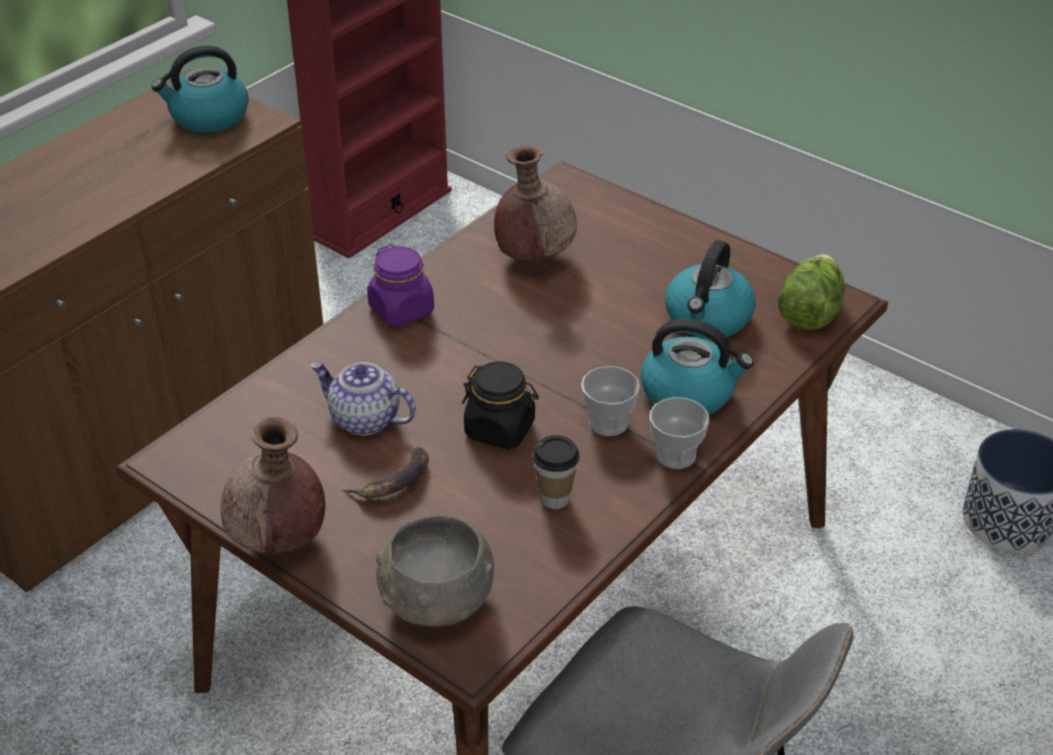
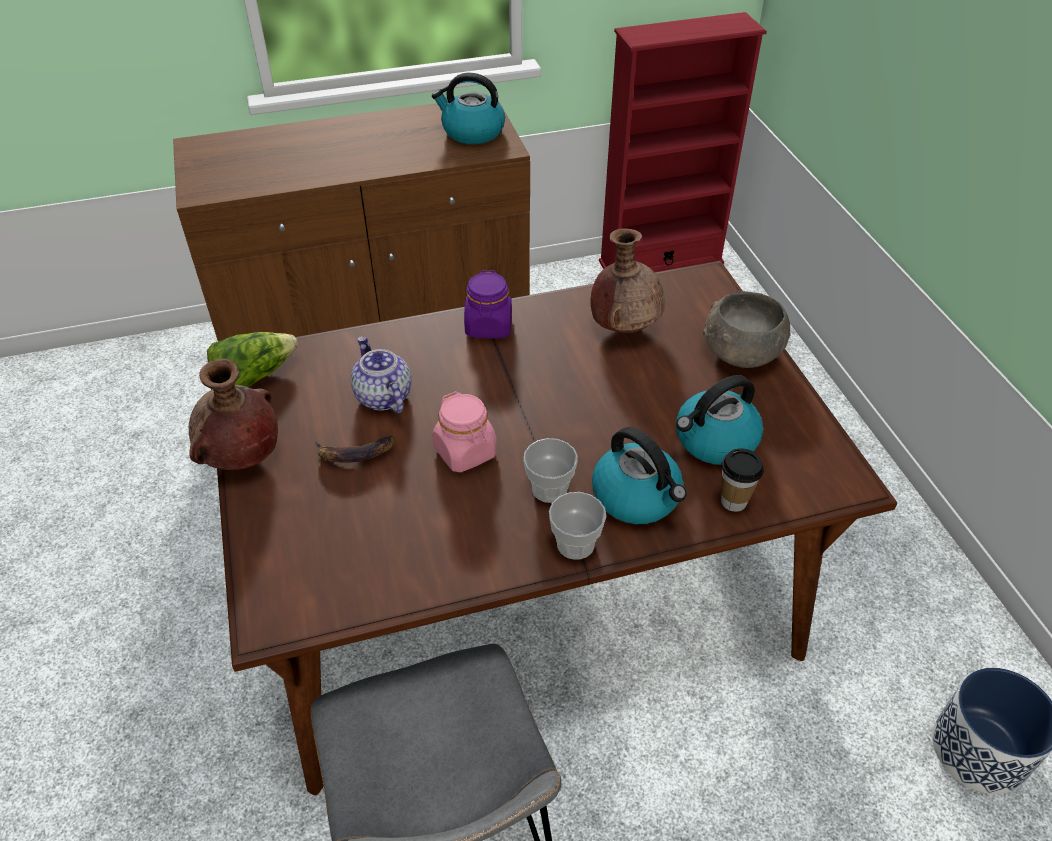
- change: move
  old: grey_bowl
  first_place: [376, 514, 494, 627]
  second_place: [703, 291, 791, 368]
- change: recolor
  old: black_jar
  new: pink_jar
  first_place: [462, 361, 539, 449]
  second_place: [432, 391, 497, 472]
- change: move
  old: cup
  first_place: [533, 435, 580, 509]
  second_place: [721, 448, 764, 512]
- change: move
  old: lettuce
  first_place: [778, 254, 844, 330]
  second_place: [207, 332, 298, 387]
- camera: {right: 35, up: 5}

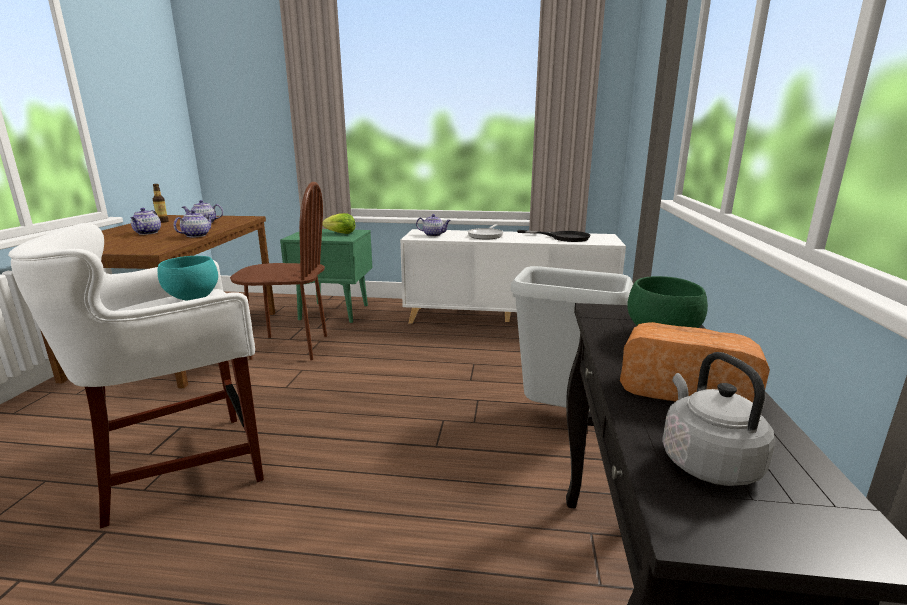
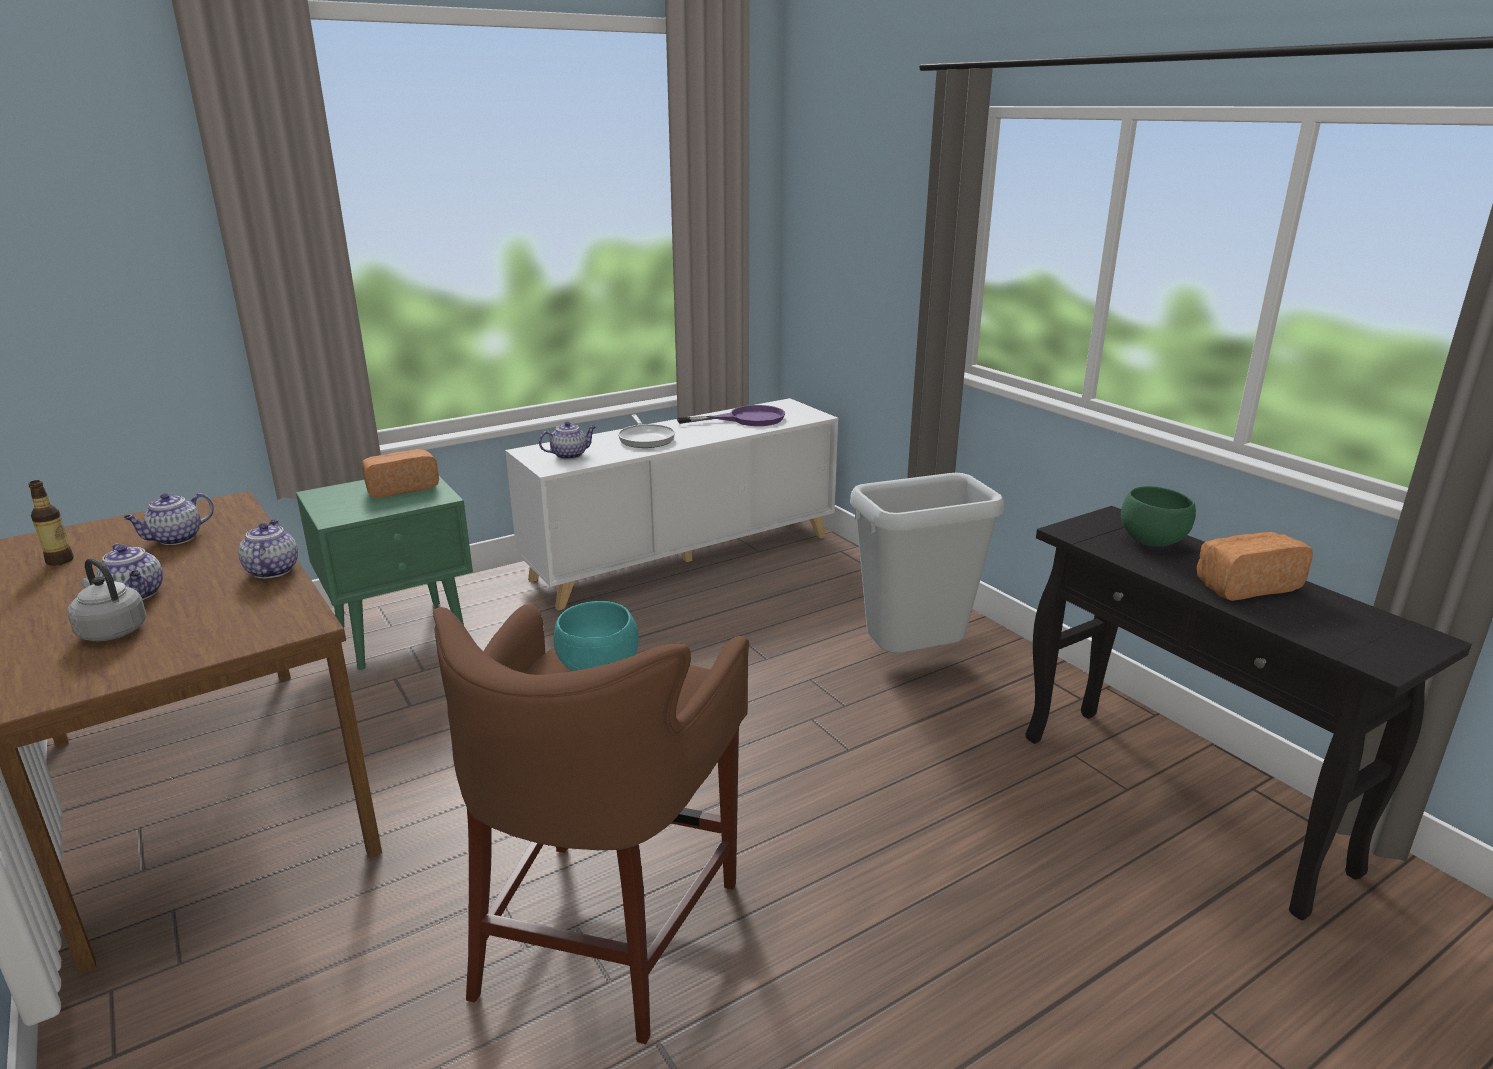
- change: recolor
  old: white_stool
  new: brown_stool
  first_place: [8, 223, 264, 529]
  second_place: [433, 604, 749, 1044]
- change: delete
  old: brown_chair
  first_place: [230, 182, 327, 360]
- change: replace
  old: lettuce
  new: bread
  first_place: [322, 213, 356, 234]
  second_place: [362, 449, 439, 498]
- change: recolor
  old: black_frying_pan
  new: purple_frying_pan
  first_place: [517, 230, 590, 242]
  second_place: [677, 405, 785, 426]
- change: move
  old: grey_kettle
  first_place: [662, 352, 775, 486]
  second_place: [67, 558, 146, 641]
- camera: {right: -40, up: 5}

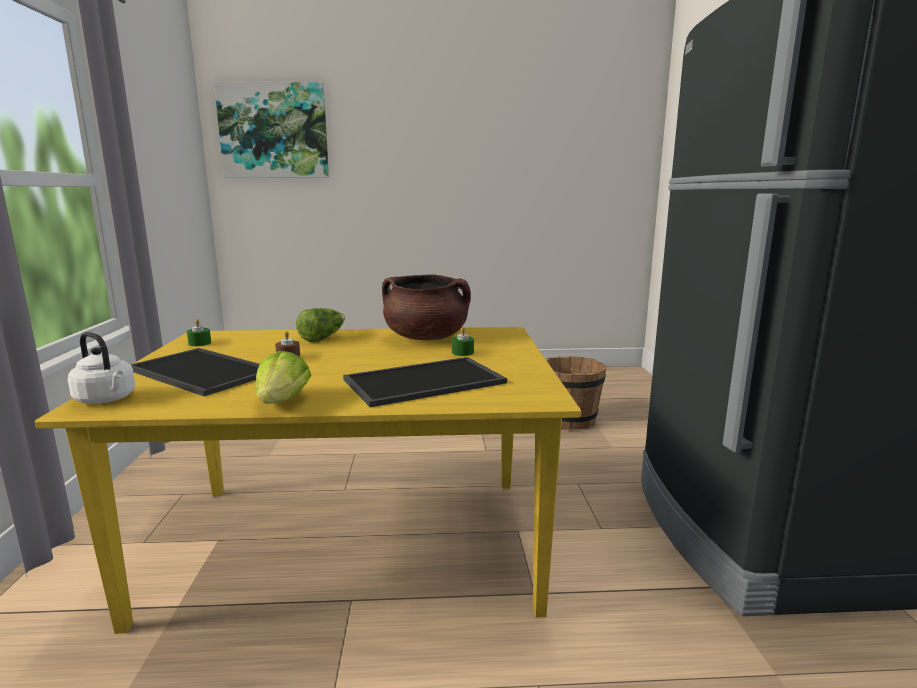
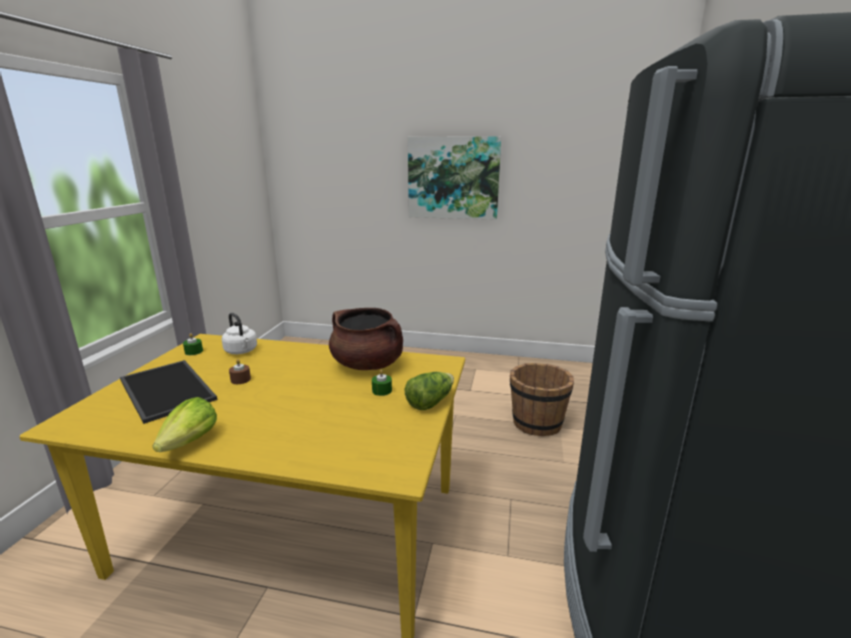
- change: move
  old: white_kettle
  first_place: [68, 332, 136, 404]
  second_place: [222, 313, 257, 354]
- change: move
  old: picture
  first_place: [214, 81, 329, 178]
  second_place: [408, 136, 501, 220]
- change: move
  old: lettuce
  first_place: [296, 308, 345, 342]
  second_place: [405, 372, 454, 410]
- change: delete
  old: tray
  first_place: [343, 357, 507, 407]
- camera: {right: 15, up: 5}

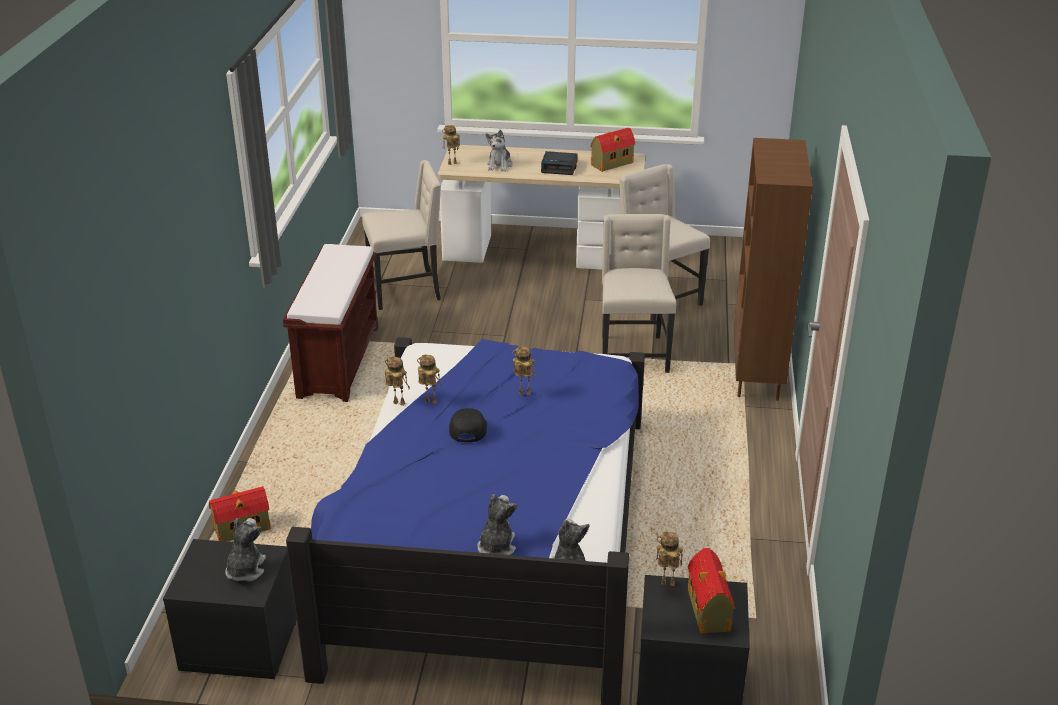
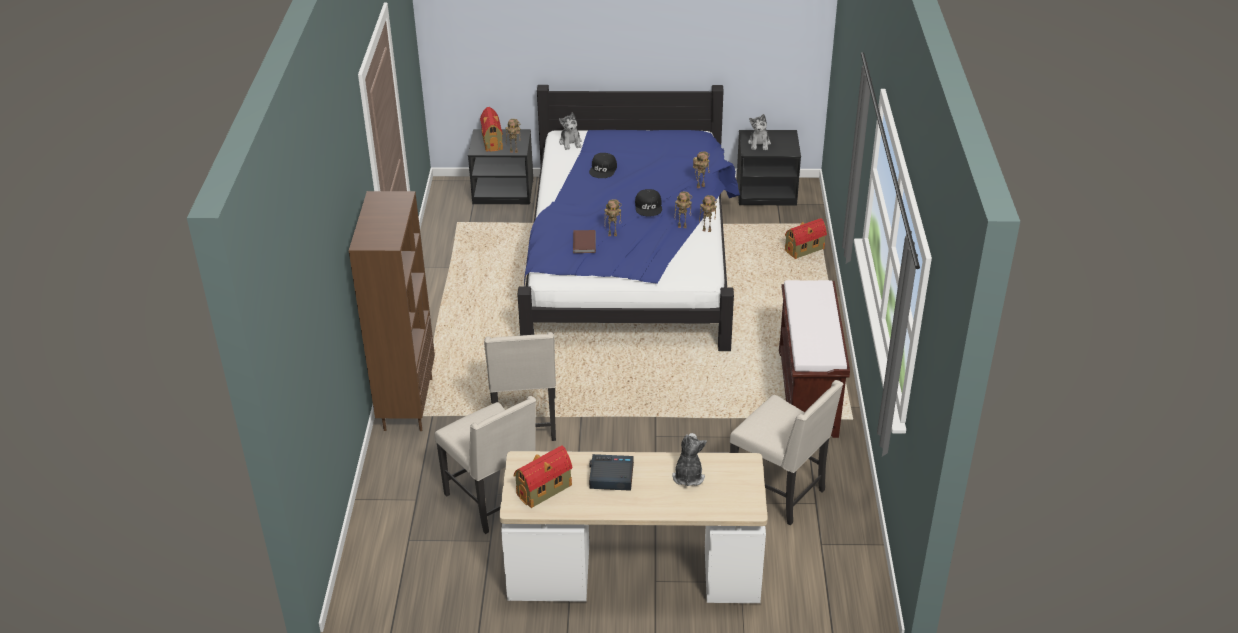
- change: rotate
  old: beige_chair
  first_place: [362, 160, 441, 310]
  second_place: [730, 380, 843, 526]
  degrees: -120
- change: move
  old: toy_robot
  first_place: [442, 125, 460, 165]
  second_place: [693, 151, 710, 188]
- change: delete
  old: plush_toy
  first_place: [477, 494, 517, 555]
- change: insert
  new: brown_book
  second_place: [573, 230, 596, 253]
- change: insert
  new: black_cap
  second_place: [589, 153, 617, 178]
- camera: {right: 175, up: 5}

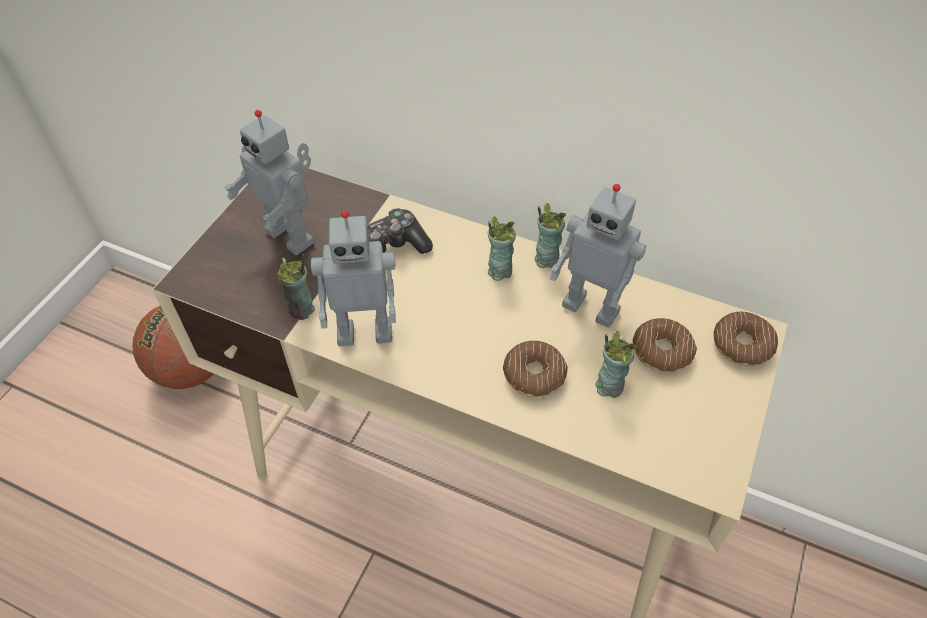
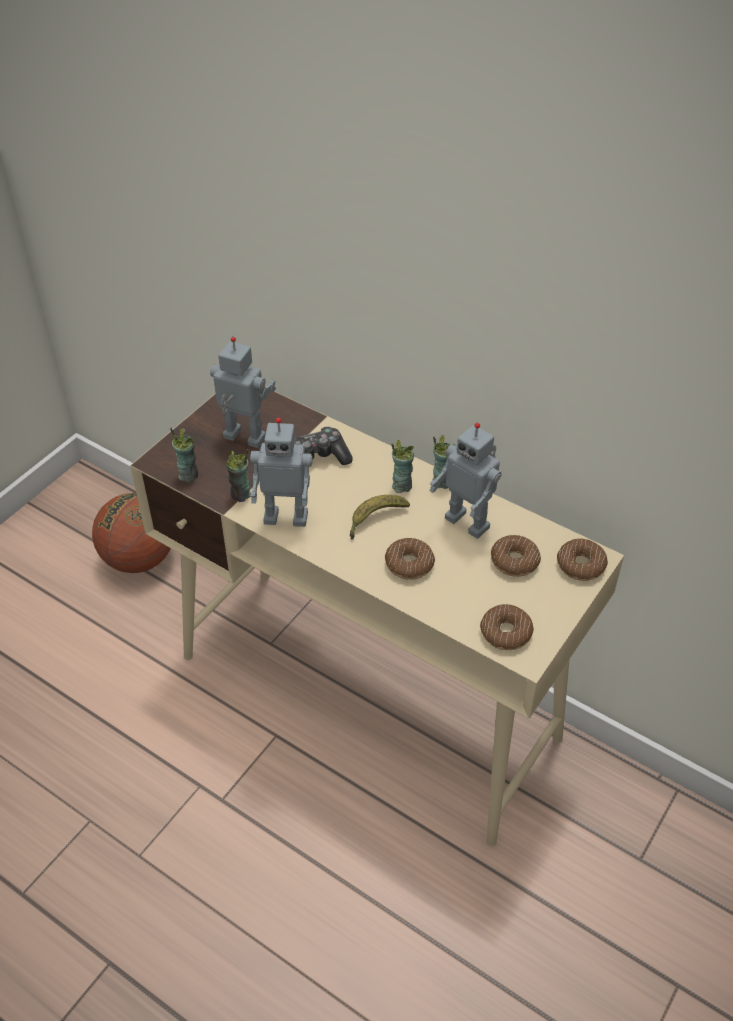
- change: rotate
  old: toy_robot
  first_place: [224, 110, 314, 255]
  second_place: [210, 337, 276, 448]
  degrees: 150
- change: move
  old: cup
  first_place: [595, 331, 637, 398]
  second_place: [170, 428, 198, 482]
- change: insert
  new: banana
  second_place: [350, 495, 410, 539]
- change: insert
  new: donut
  second_place: [480, 604, 534, 650]
- camera: {right: 10, up: -5}

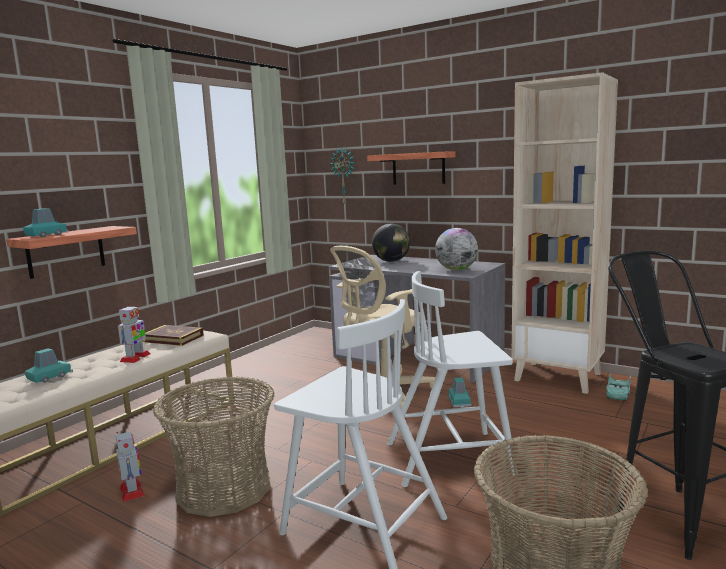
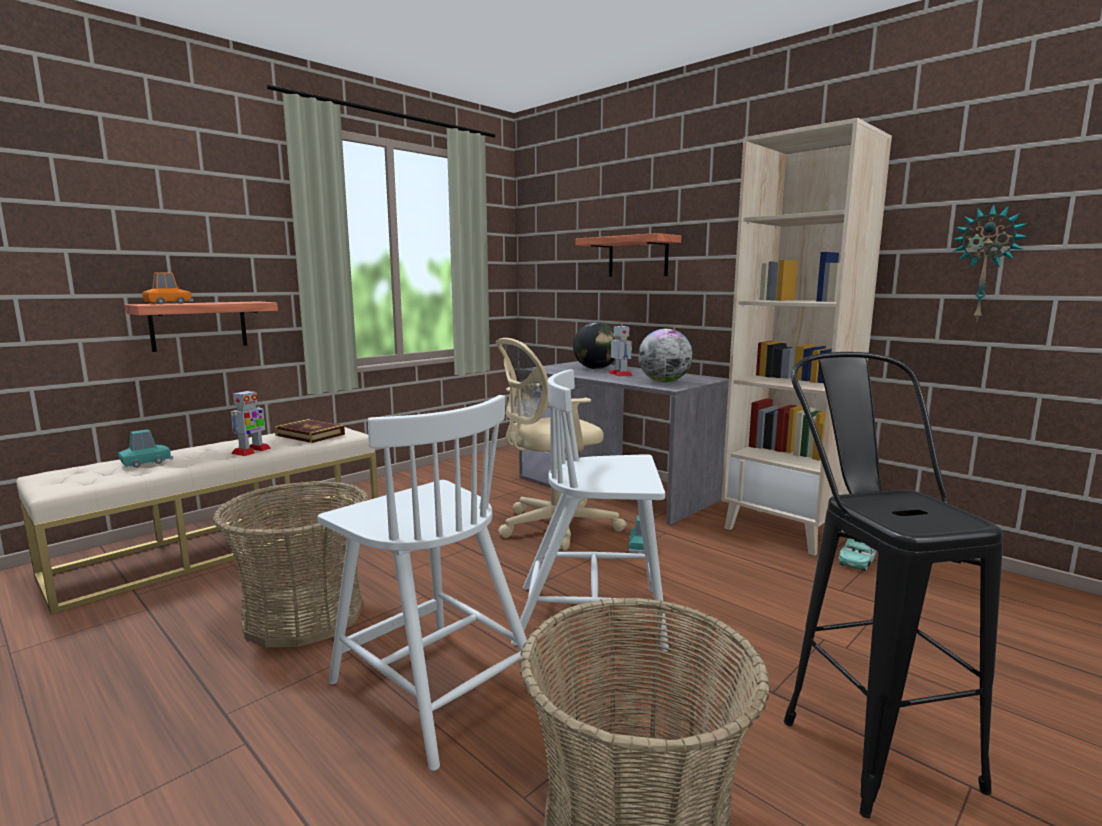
- change: recolor
  old: turquoise_toy_car
  new: orange_toy_car
  first_place: [23, 208, 68, 237]
  second_place: [142, 273, 193, 304]
- change: move
  old: toy_robot
  first_place: [116, 431, 144, 502]
  second_place: [609, 325, 633, 377]
- change: move
  old: wall_clock
  first_place: [331, 147, 355, 206]
  second_place: [952, 205, 1028, 322]
- camera: {right: 10, up: 0}

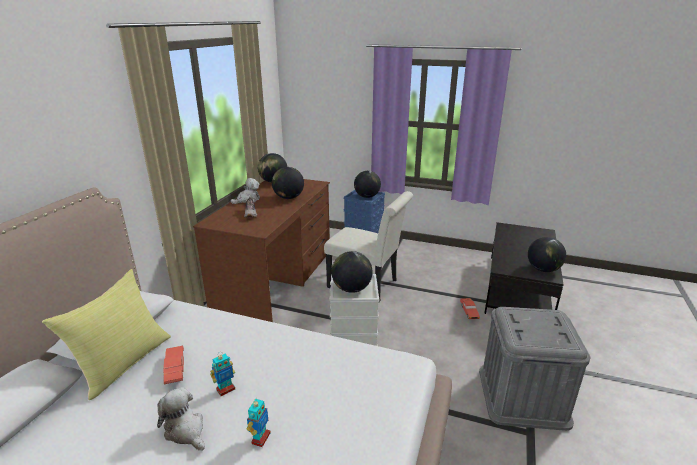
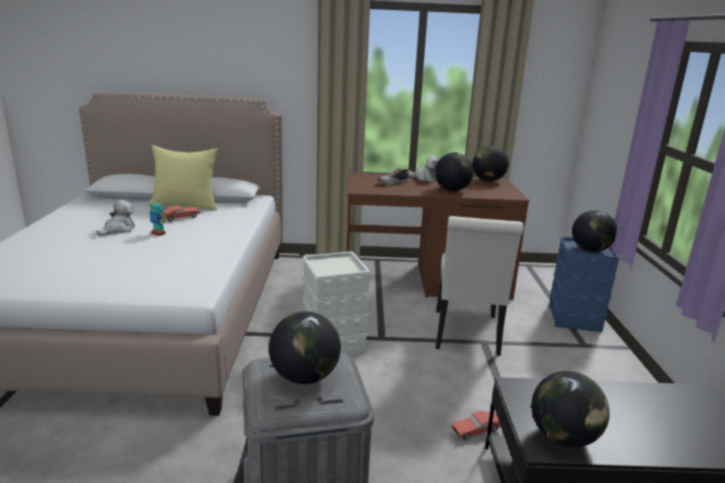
- change: delete
  old: toy_robot
  first_place: [247, 398, 271, 447]
- change: move
  old: globe
  first_place: [331, 251, 373, 293]
  second_place: [269, 311, 341, 384]
- camera: {right: 70, up: -5}

